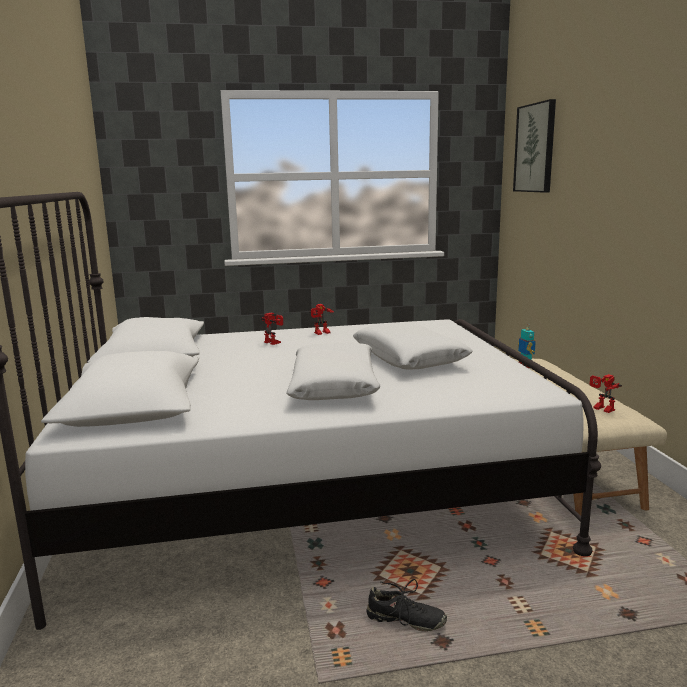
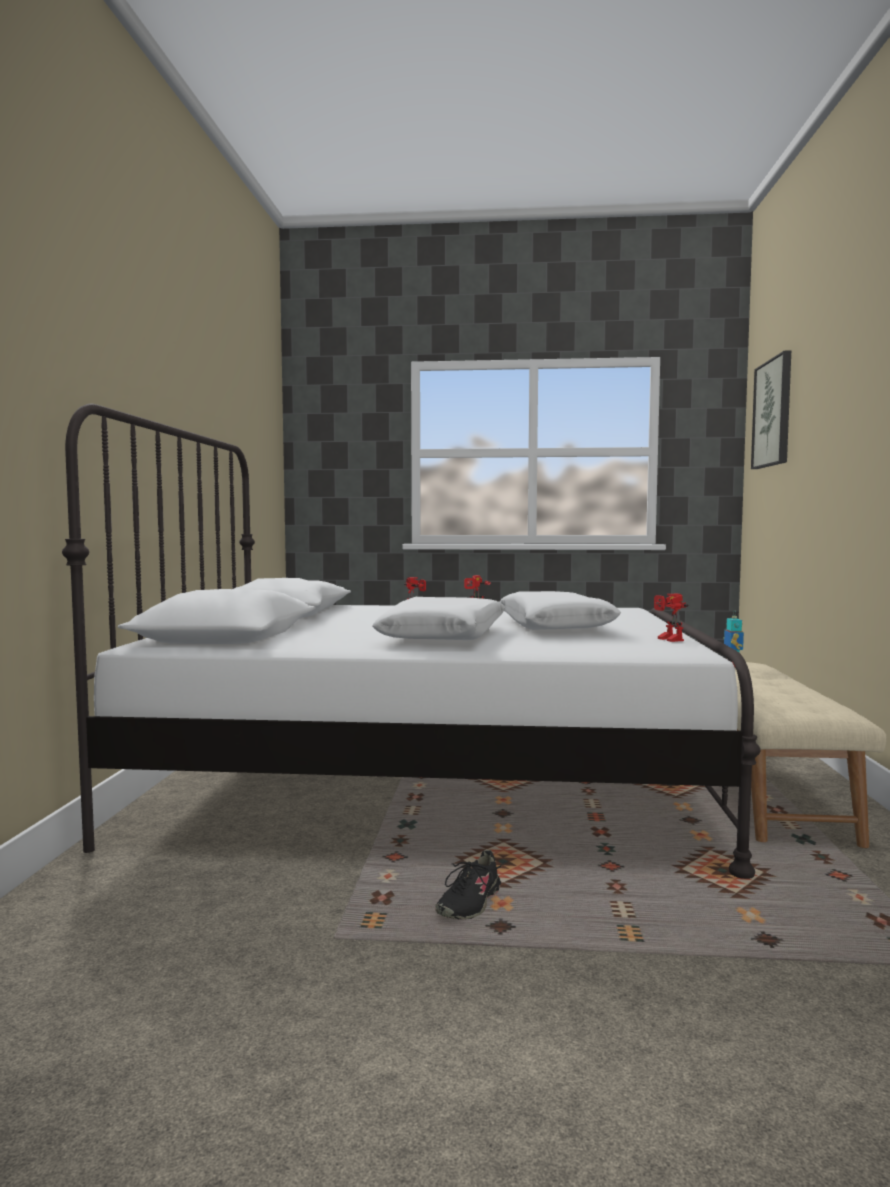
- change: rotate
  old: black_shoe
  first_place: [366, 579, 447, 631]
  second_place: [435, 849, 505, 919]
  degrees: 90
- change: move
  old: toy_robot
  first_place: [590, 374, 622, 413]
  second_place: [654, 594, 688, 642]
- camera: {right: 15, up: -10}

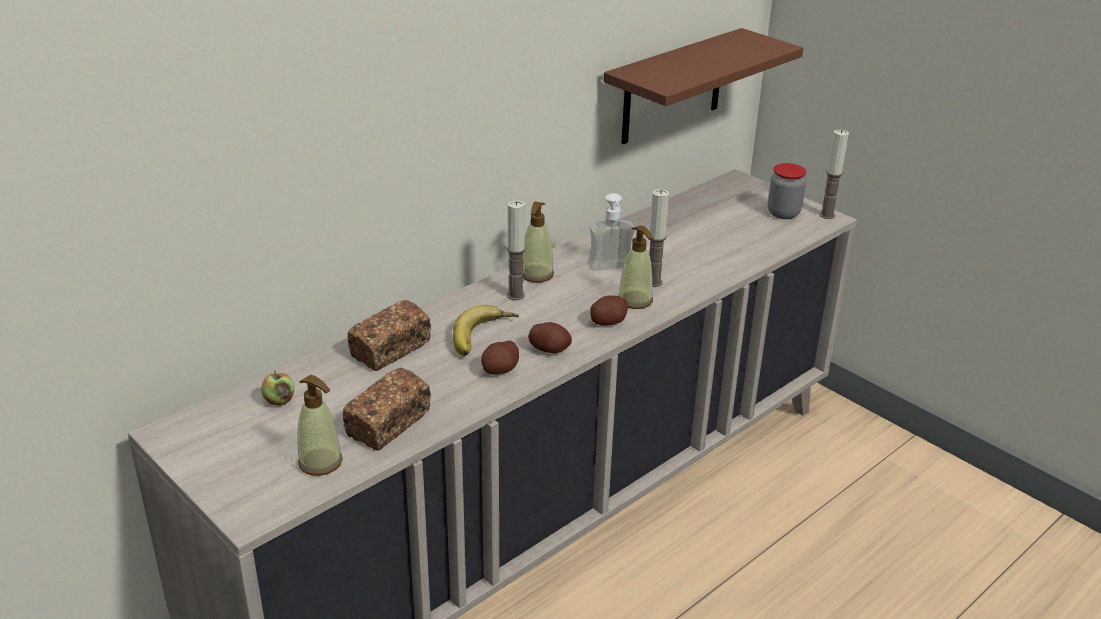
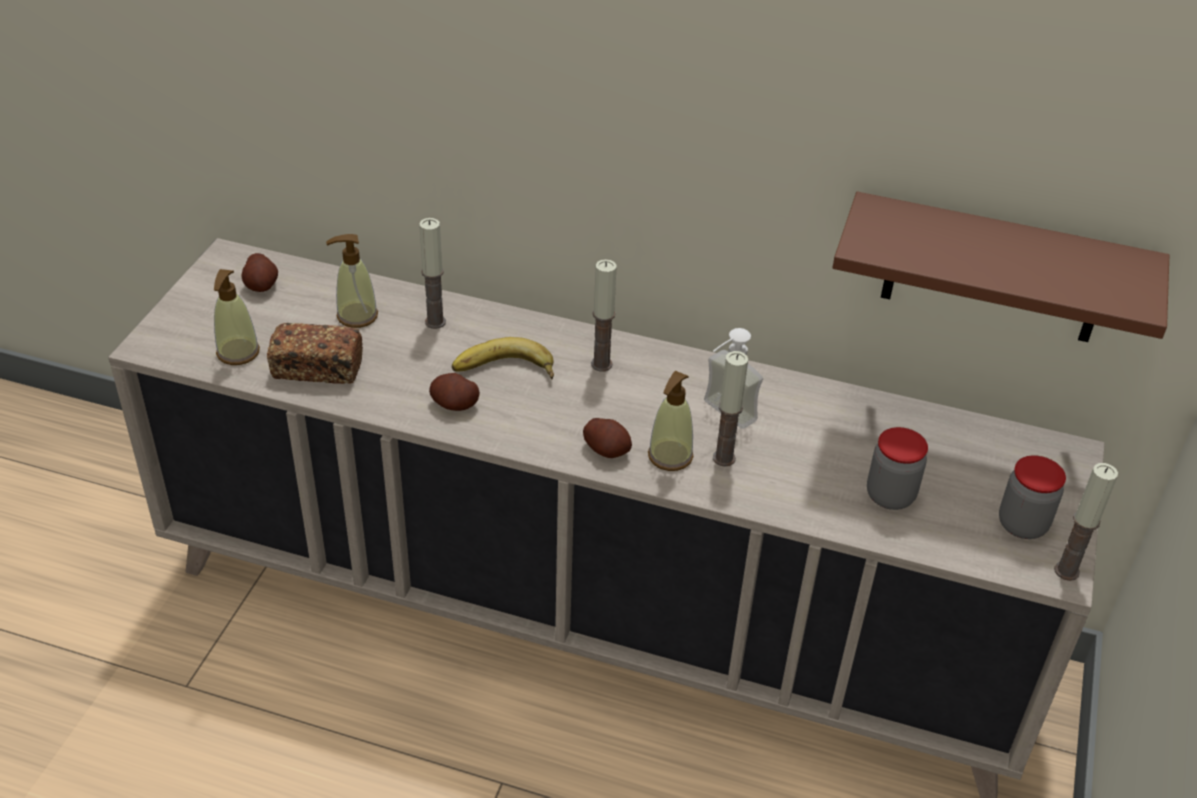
- change: delete
  old: apple
  first_place: [261, 371, 295, 406]
- change: replace
  old: bread
  new: candle
  first_place: [348, 300, 431, 371]
  second_place: [419, 218, 446, 329]
- change: move
  old: soap_dispenser
  first_place: [522, 202, 554, 283]
  second_place: [326, 234, 378, 328]
- change: move
  old: potato
  first_place: [528, 322, 572, 354]
  second_place: [241, 253, 278, 292]
- change: insert
  new: jar
  second_place: [867, 427, 928, 510]
- camera: {right: 60, up: 10}

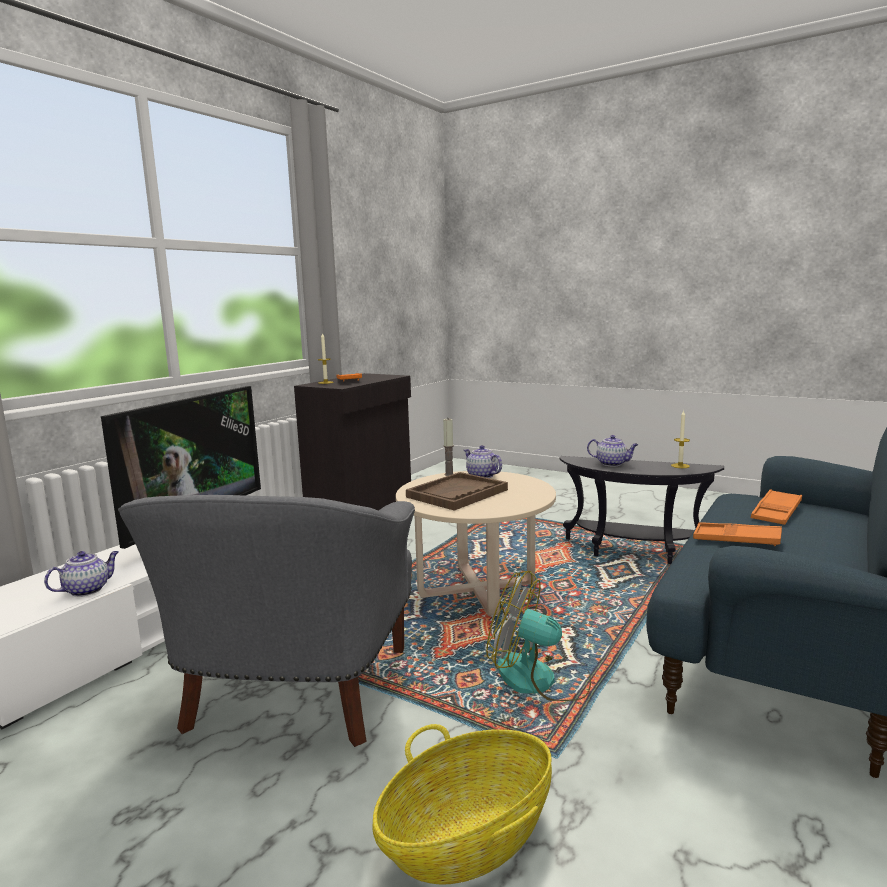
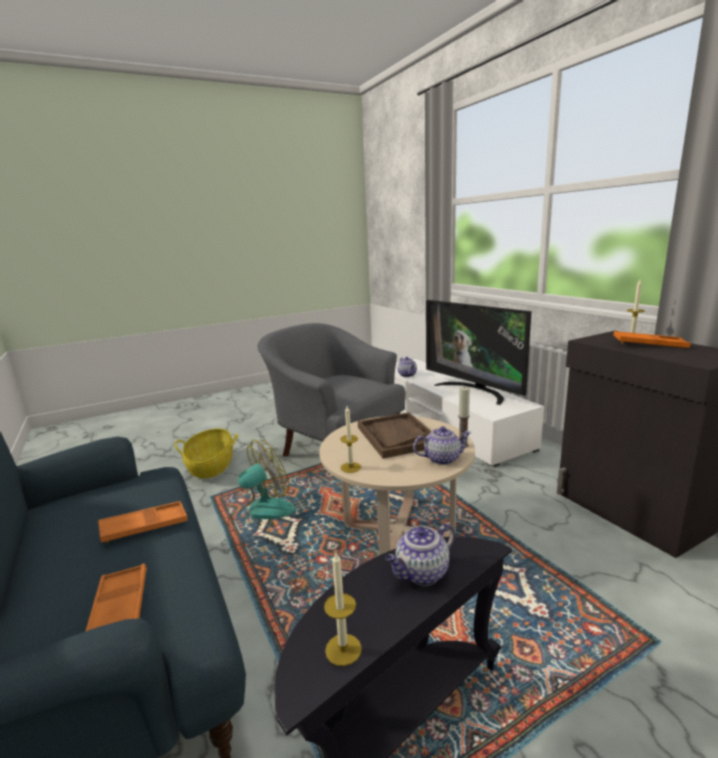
- change: insert
  new: candle
  second_place: [340, 406, 361, 473]
- camera: {right: 120, up: 5}

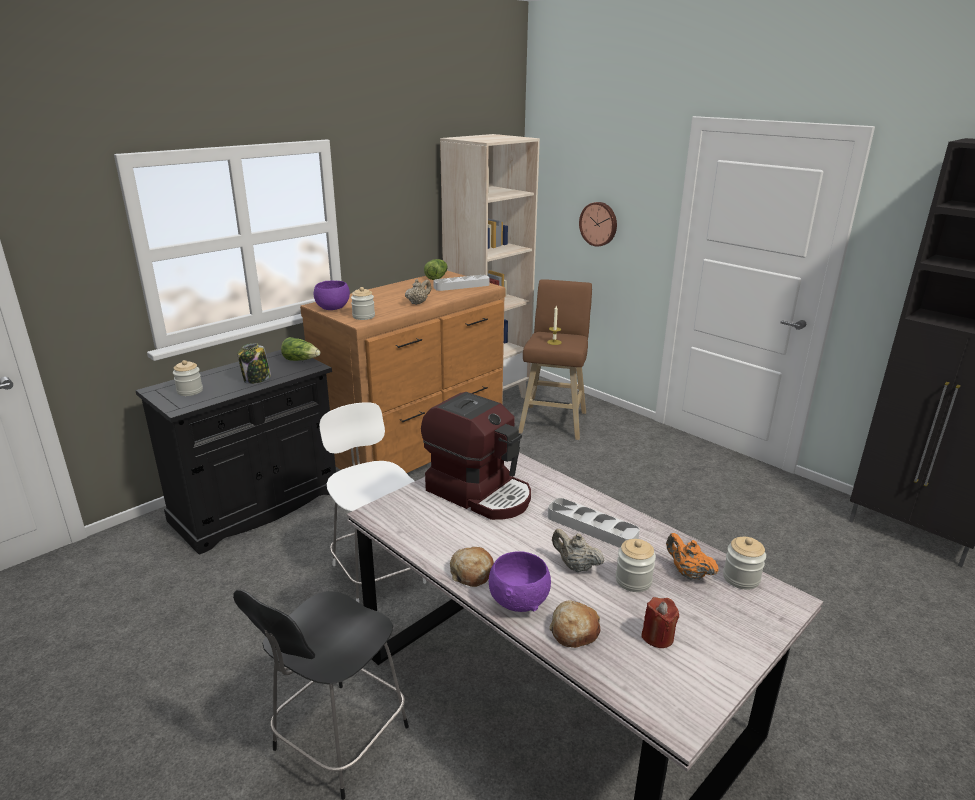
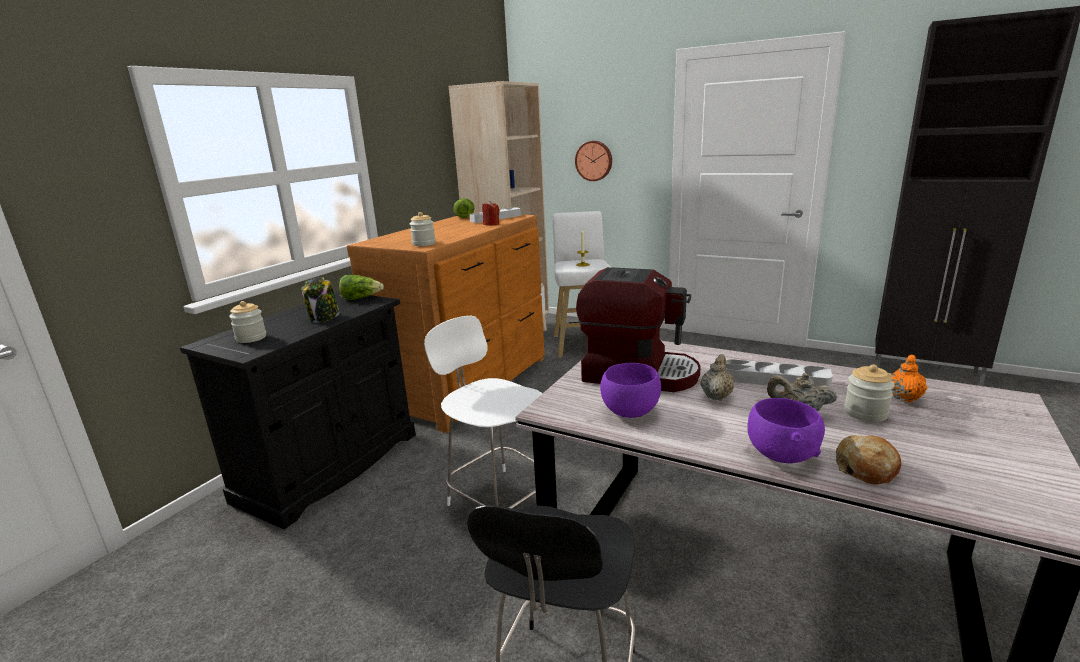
- change: move
  old: purple_bowl
  first_place: [314, 281, 350, 310]
  second_place: [600, 363, 661, 418]
- change: move
  old: beige_teapot
  first_place: [405, 279, 431, 305]
  second_place: [701, 354, 734, 401]
- change: delete
  old: bread
  first_place: [450, 547, 494, 587]
- change: recolor
  old: brown_stool
  new: white_stool
  first_place: [519, 279, 592, 440]
  second_place: [553, 211, 611, 357]
- change: move
  old: red_candle
  first_place: [641, 597, 679, 648]
  second_place: [482, 201, 500, 226]
- change: rotate
  old: orange_teapot
  first_place: [666, 533, 719, 580]
  second_place: [891, 354, 927, 403]
  degrees: 90
- change: delete
  old: jar
  first_place: [723, 537, 766, 590]
- camera: {right: -15, up: -5}

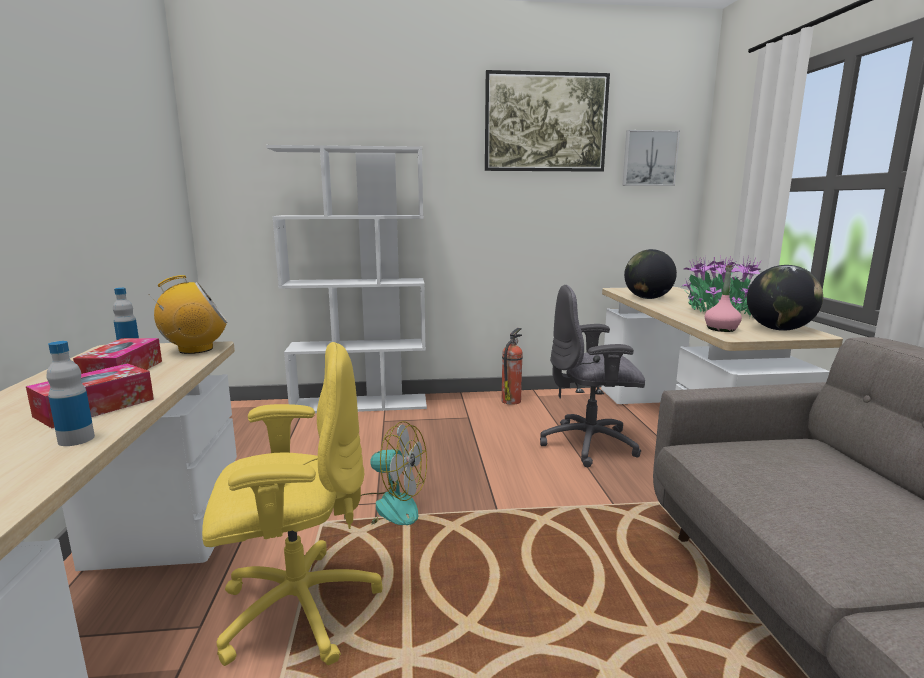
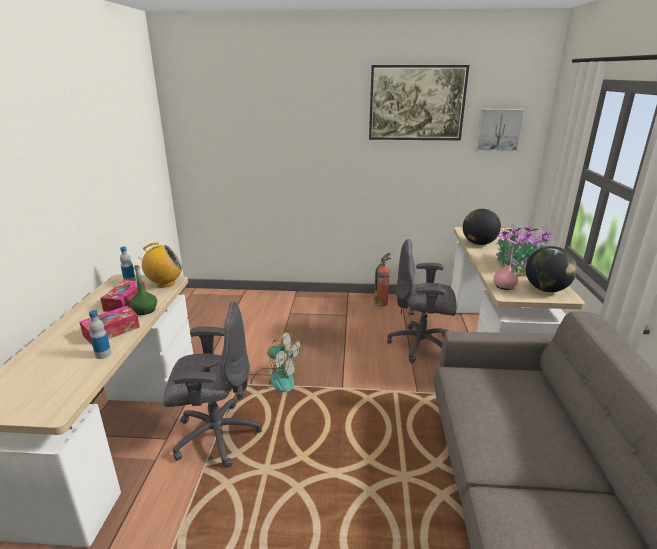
- change: recolor
  old: yellow_office_chair
  new: grey_office_chair
  first_place: [202, 342, 382, 666]
  second_place: [163, 301, 262, 468]
- change: delete
  old: white_bookcase
  first_place: [266, 145, 427, 413]
- change: insert
  new: green_bottle
  second_place: [129, 265, 157, 315]
- camera: {right: 10, up: 10}

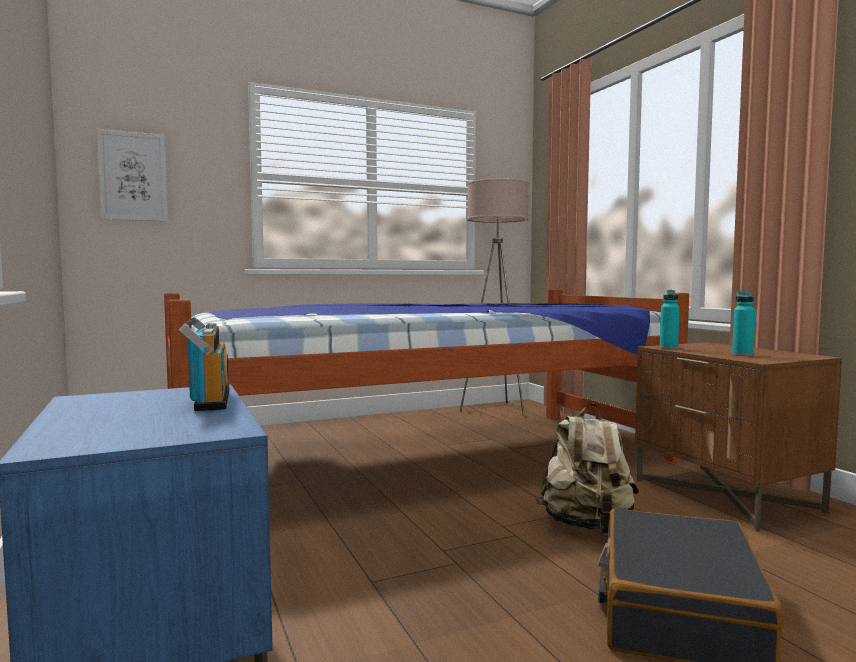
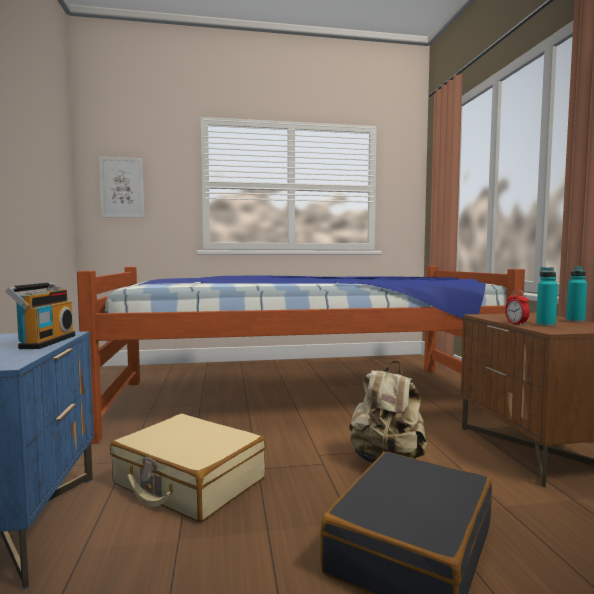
- change: delete
  old: beige_floor_lamp
  first_place: [460, 178, 529, 416]
- change: move
  old: turquoise_bottle
  first_place: [660, 290, 680, 349]
  second_place: [566, 267, 587, 322]
- change: insert
  new: beige_suitcase
  second_place: [110, 413, 266, 523]
- change: insert
  new: alarm_clock
  second_place: [505, 290, 530, 326]
- camera: {right: 15, up: 0}

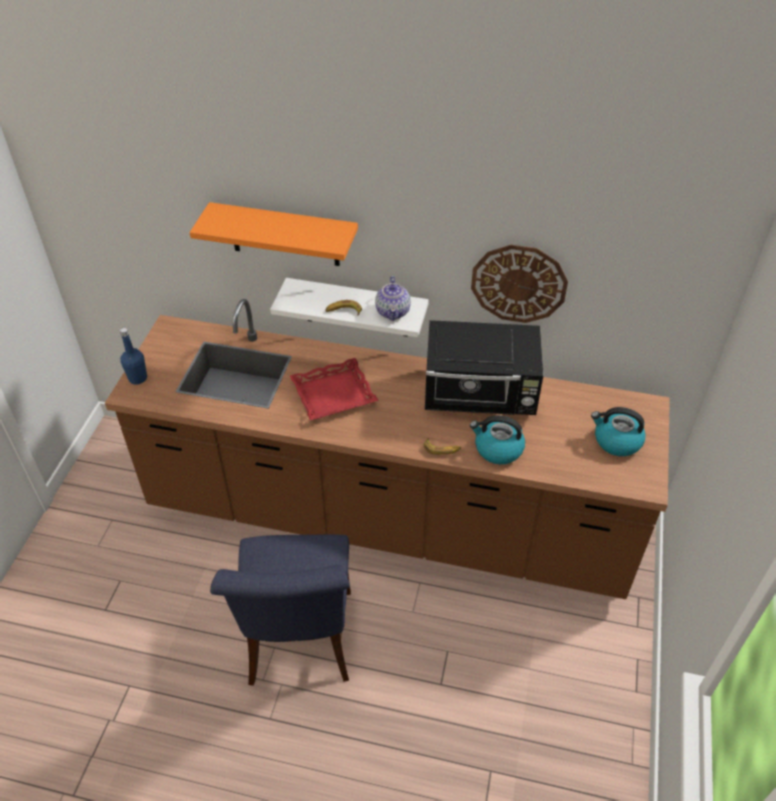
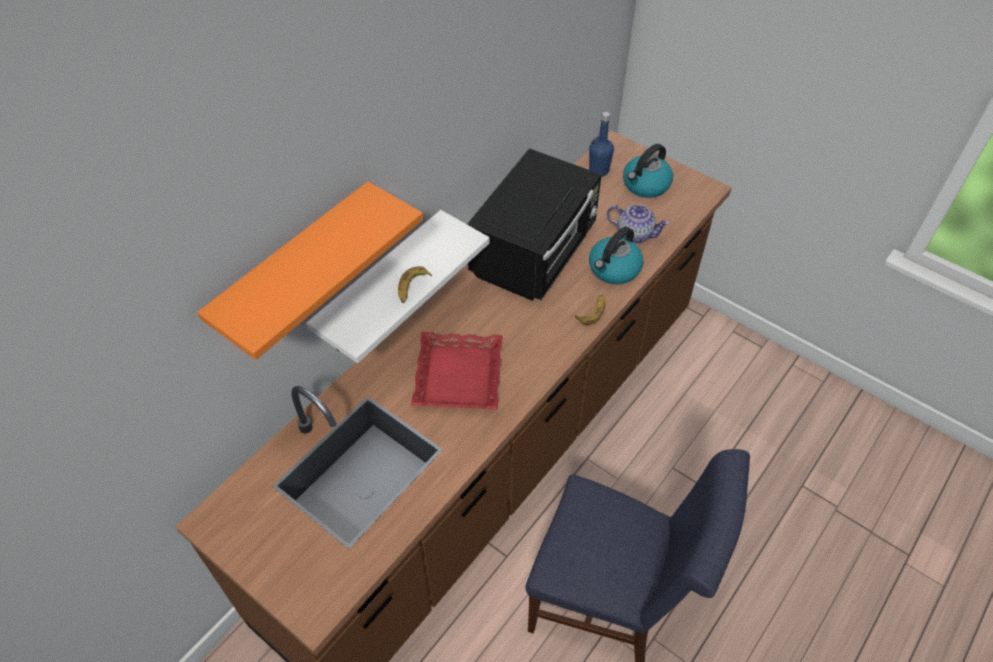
- change: move
  old: blue_bottle
  first_place: [120, 328, 147, 385]
  second_place: [589, 112, 614, 177]
- change: move
  old: teapot
  first_place: [375, 276, 411, 321]
  second_place: [607, 204, 670, 243]
- change: delete
  old: wall_clock
  first_place: [471, 245, 568, 323]
- camera: {right: -65, up: 5}

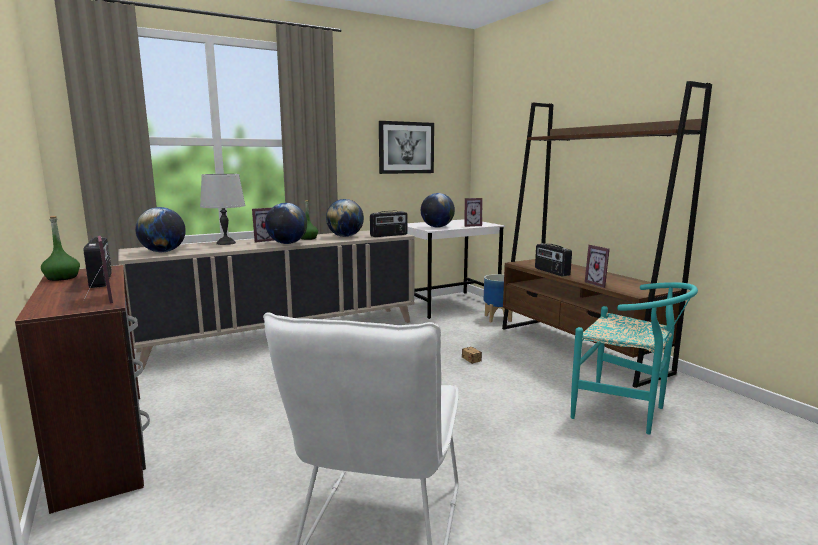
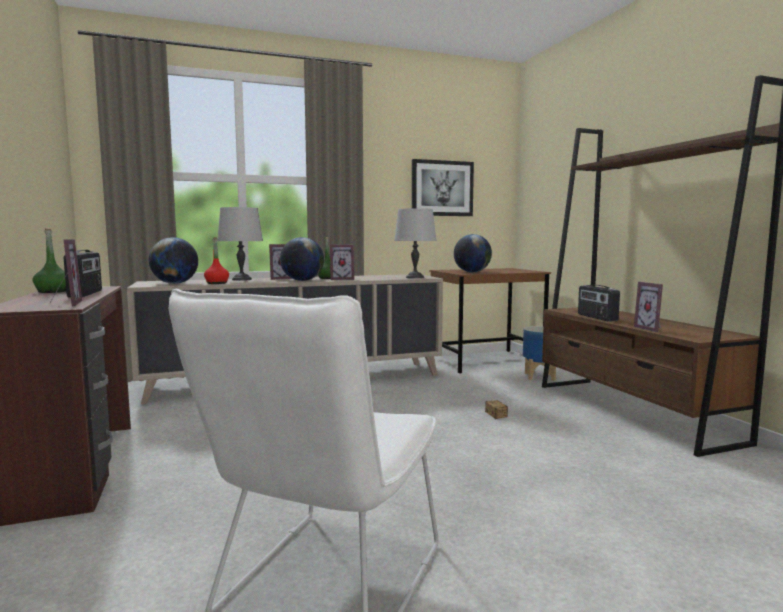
- change: delete
  old: globe
  first_place: [326, 199, 364, 237]
- change: replace
  old: radio
  new: grey_table_lamp
  first_place: [370, 211, 408, 237]
  second_place: [394, 208, 436, 279]
- change: recolor
  old: white_desk
  new: brown_desk
  first_place: [407, 219, 505, 319]
  second_place: [429, 268, 551, 374]
- change: move
  old: picture_frame
  first_place: [464, 198, 483, 227]
  second_place: [330, 244, 354, 280]
- change: delete
  old: turquoise_chair
  first_place: [571, 282, 698, 435]
- change: insert
  new: red_bottle
  second_place: [204, 237, 229, 284]
- camera: {right: 10, up: -5}

